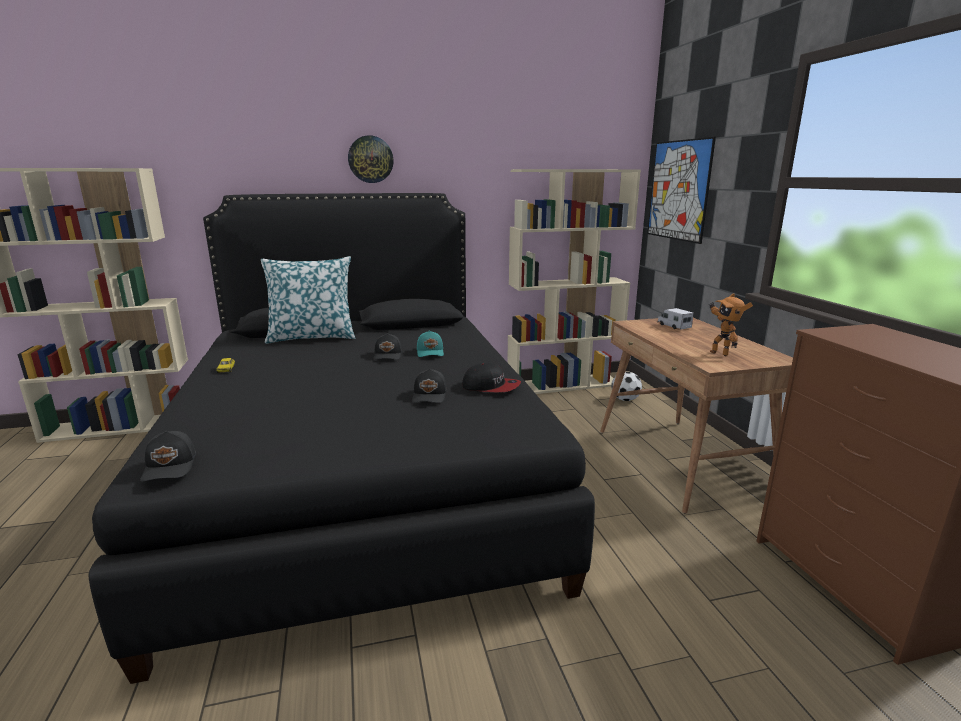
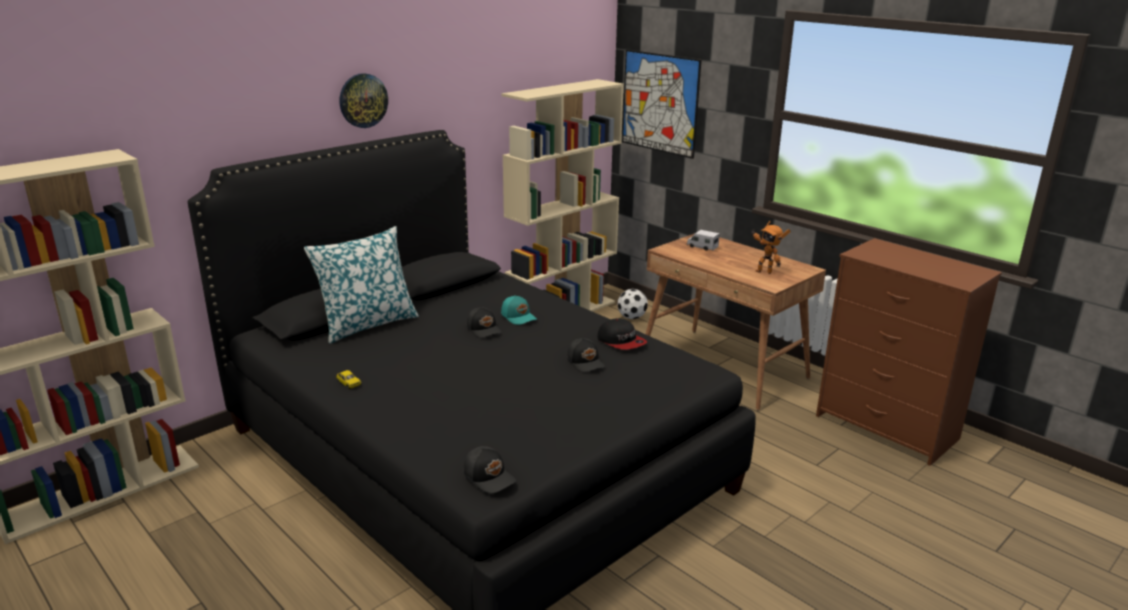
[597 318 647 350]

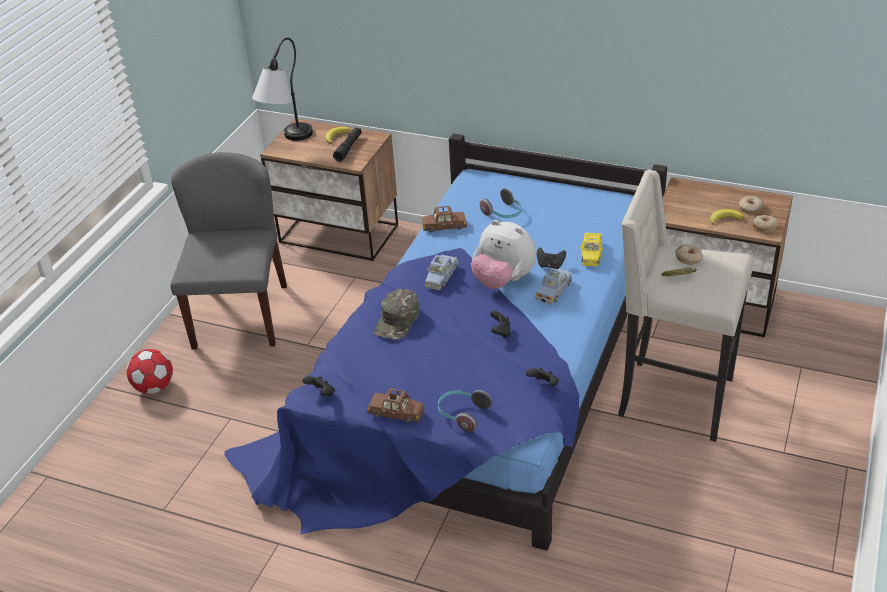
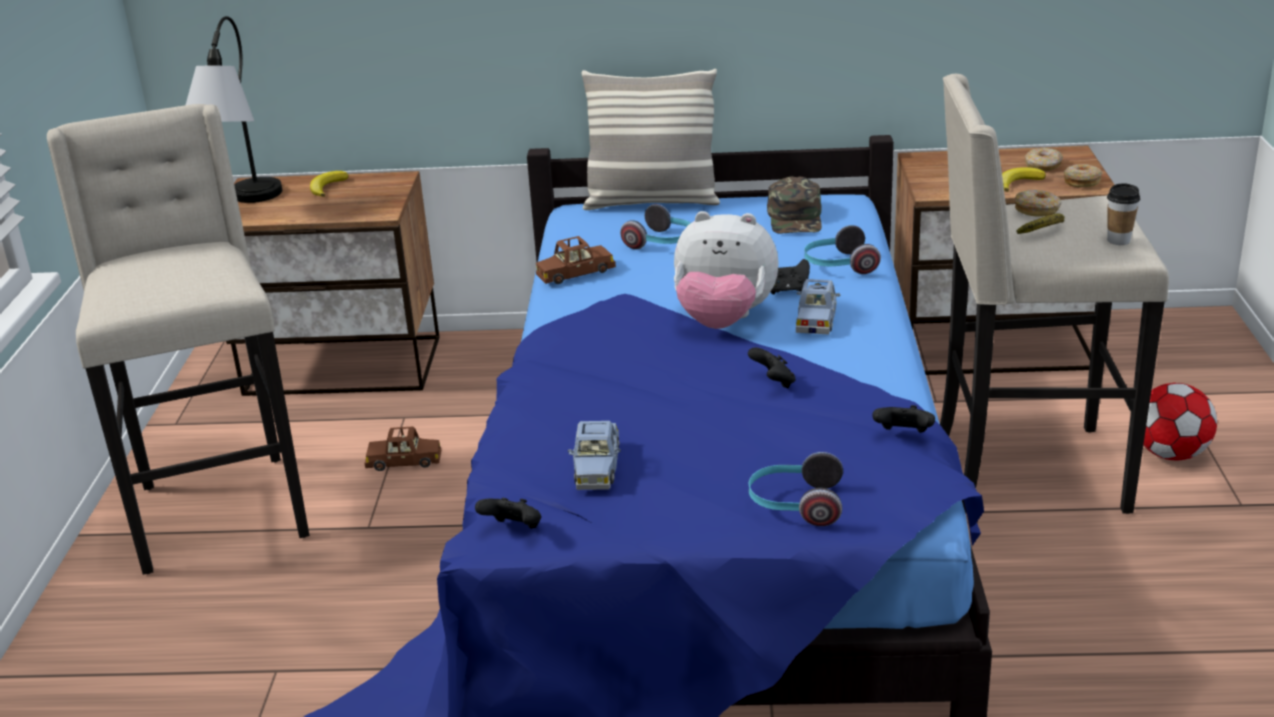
[333 127 362 162] (first image)
[47 104 310 575]
[804 225 881 274]
[568 421 621 490]
[767 176 822 234]
[1144 383 1217 460]
[365 427 441 471]
[582 69 720 210]
[1107 183 1140 245]

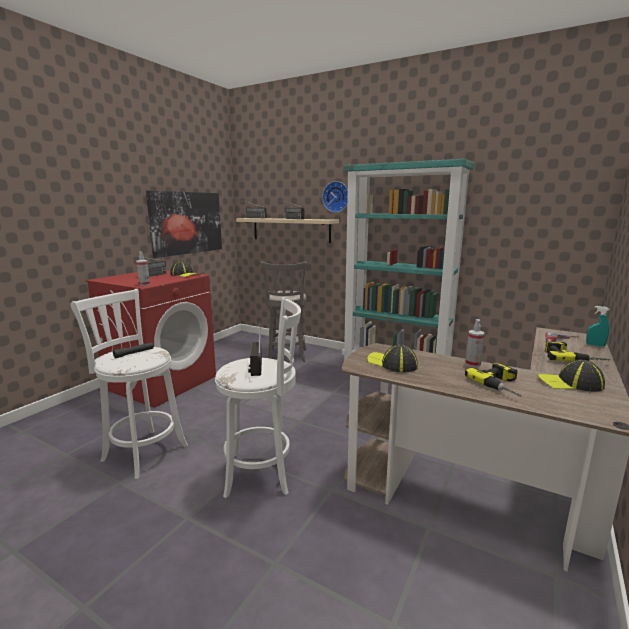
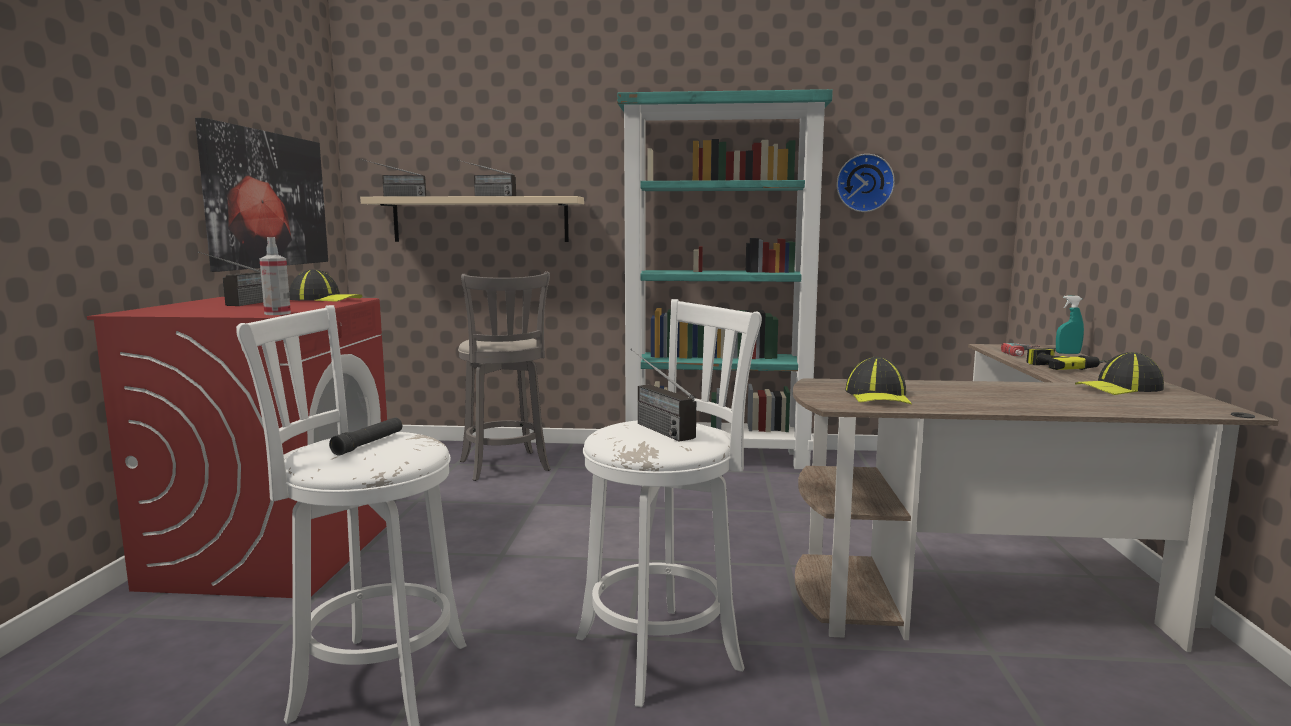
[837 154 895 212]
[465 319 485 367] (first image)
[845 357 912 405]
[465 363 522 397] (first image)

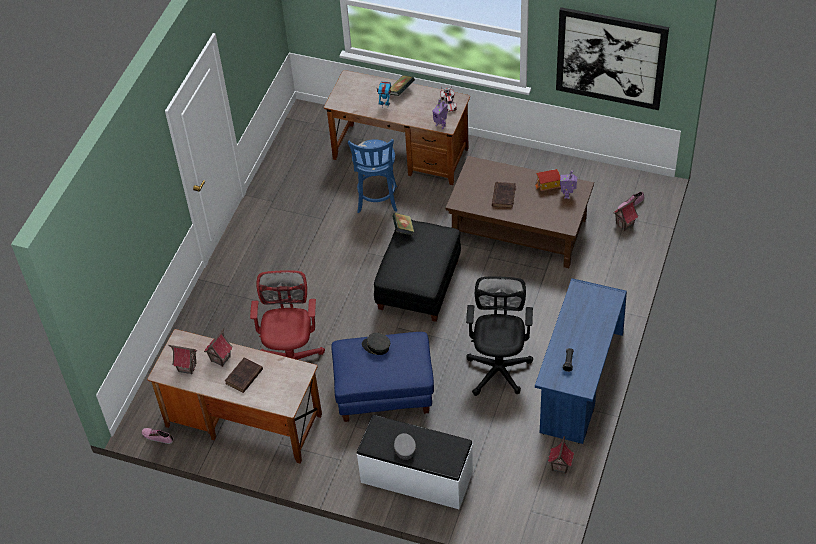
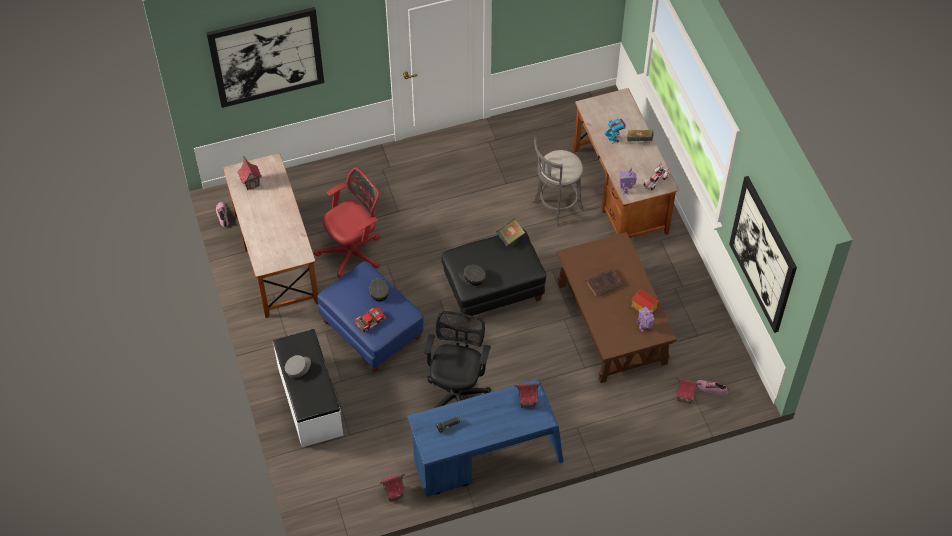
[533 137 584 227]
[424 311 491 408]
[514 382 542 408]
[225 358 263 393] (first image)
[206 7 324 108]
[459 264 486 286]
[353 307 386 332]

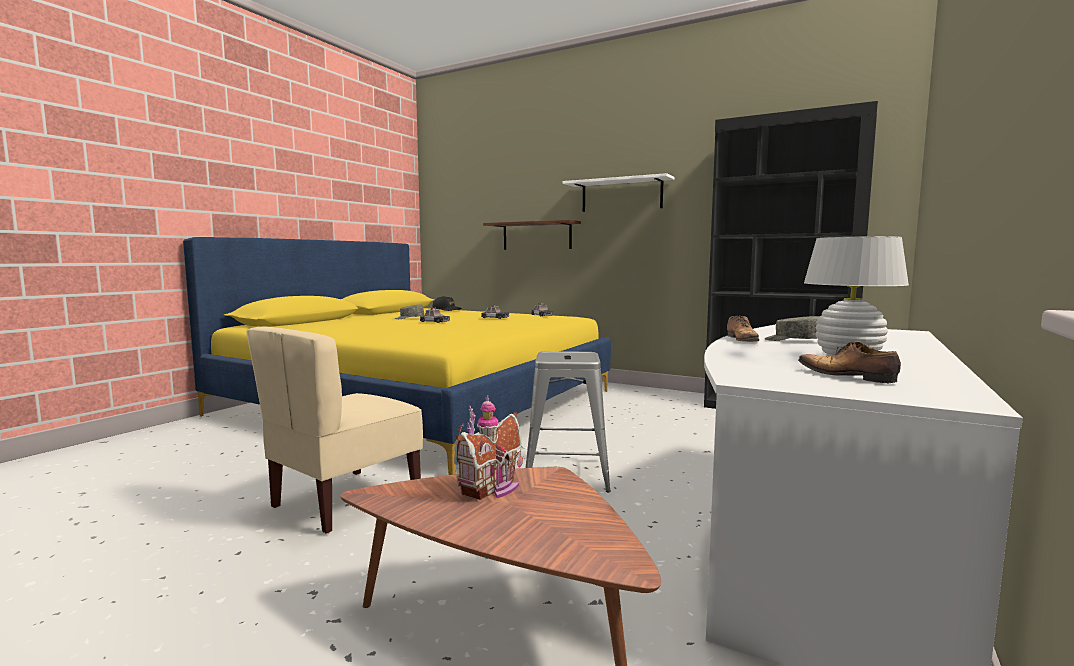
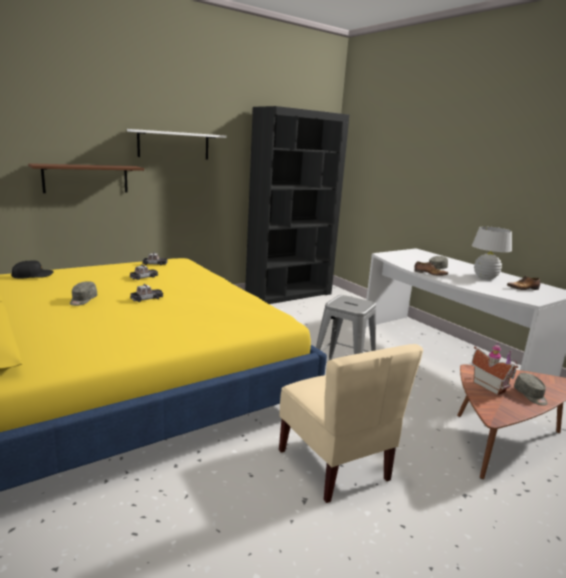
[514 373 548 405]

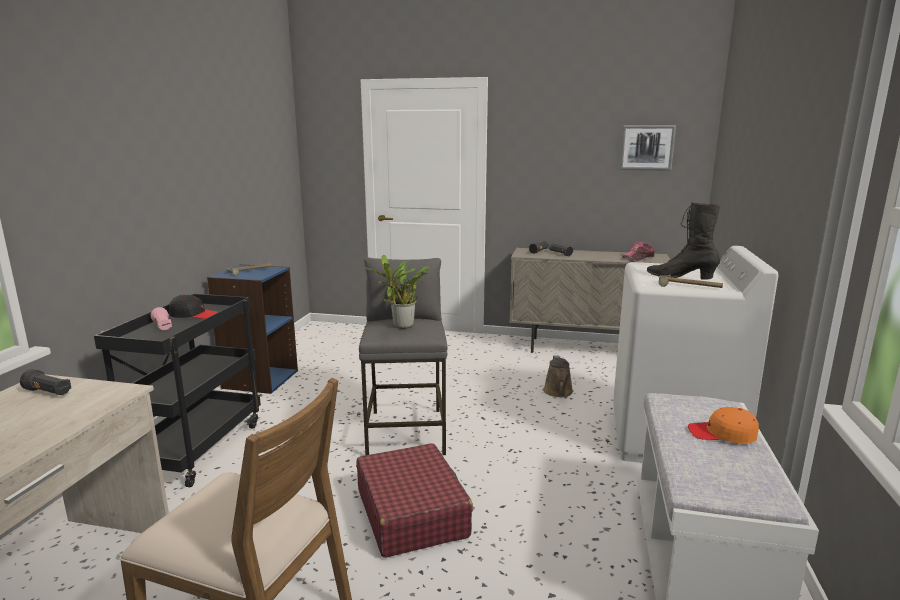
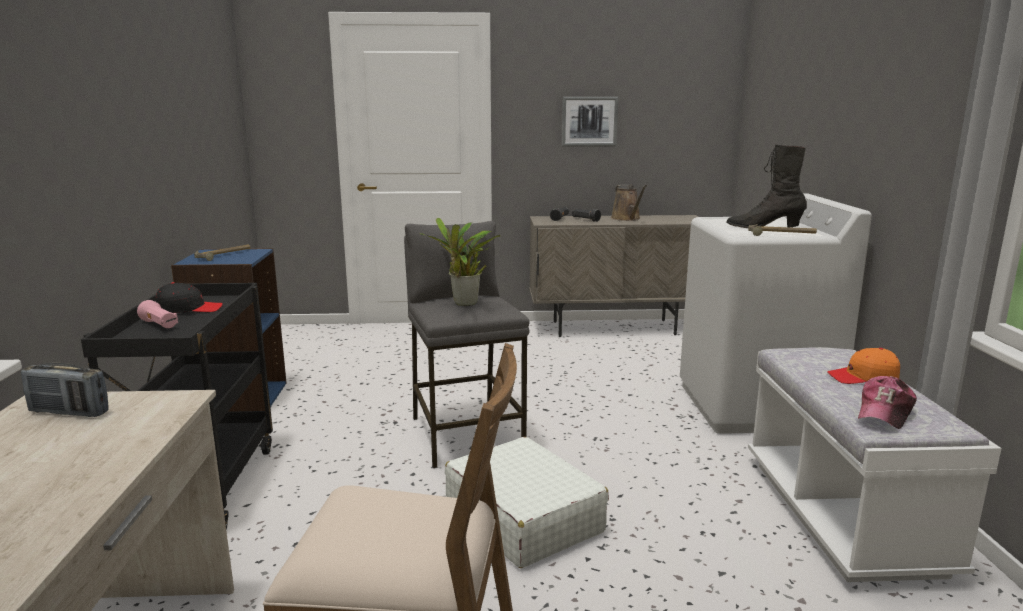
[562 97 619 147]
[858 376 917 429]
[611 184 647 221]
[21 363 109 417]
[445 437 609 568]

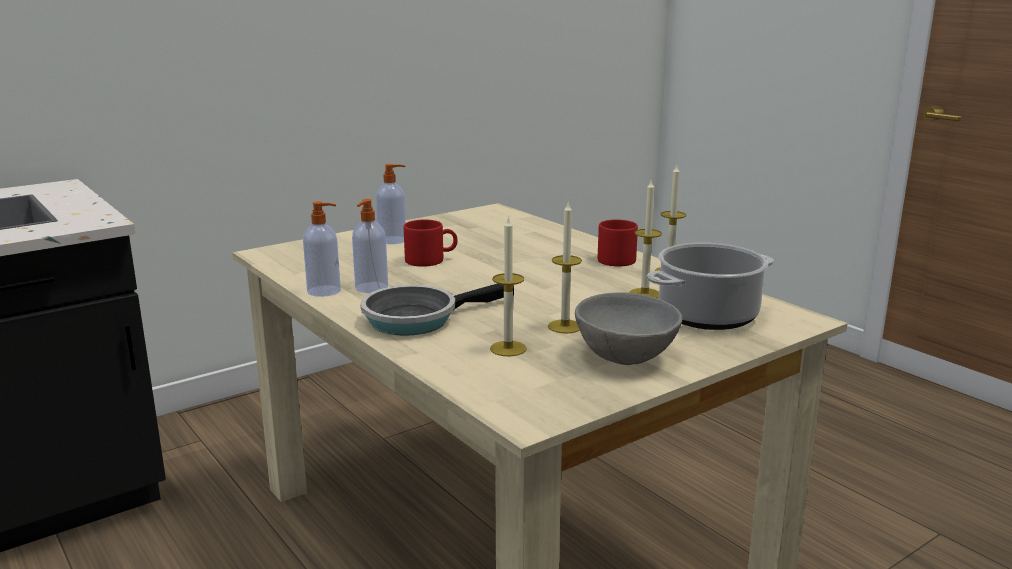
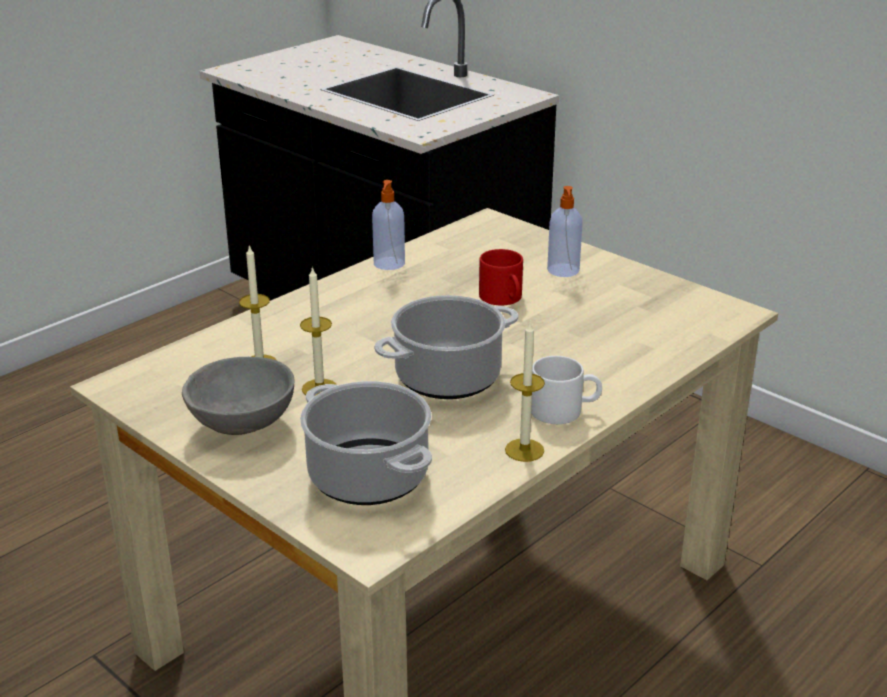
[629 180 662 298] (first image)
[352 199 388 293] (first image)
[531 356 602 424]
[360 284 514 336] (first image)
[374 295 519 399]

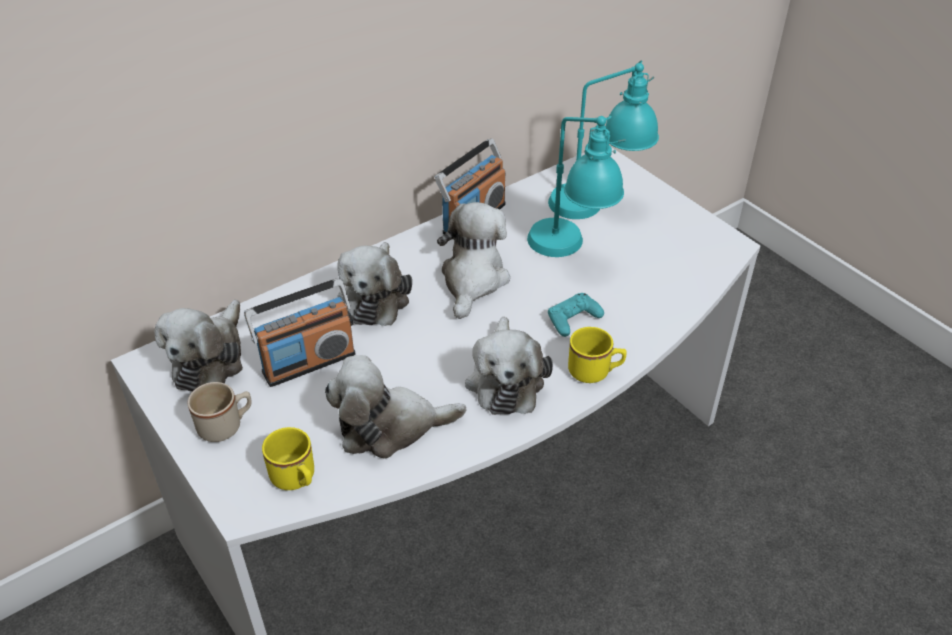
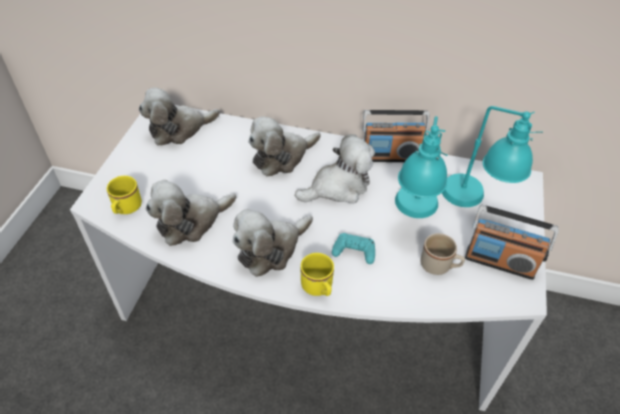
[465 205 559 280]
[146 180 236 246]
[420 233 465 275]

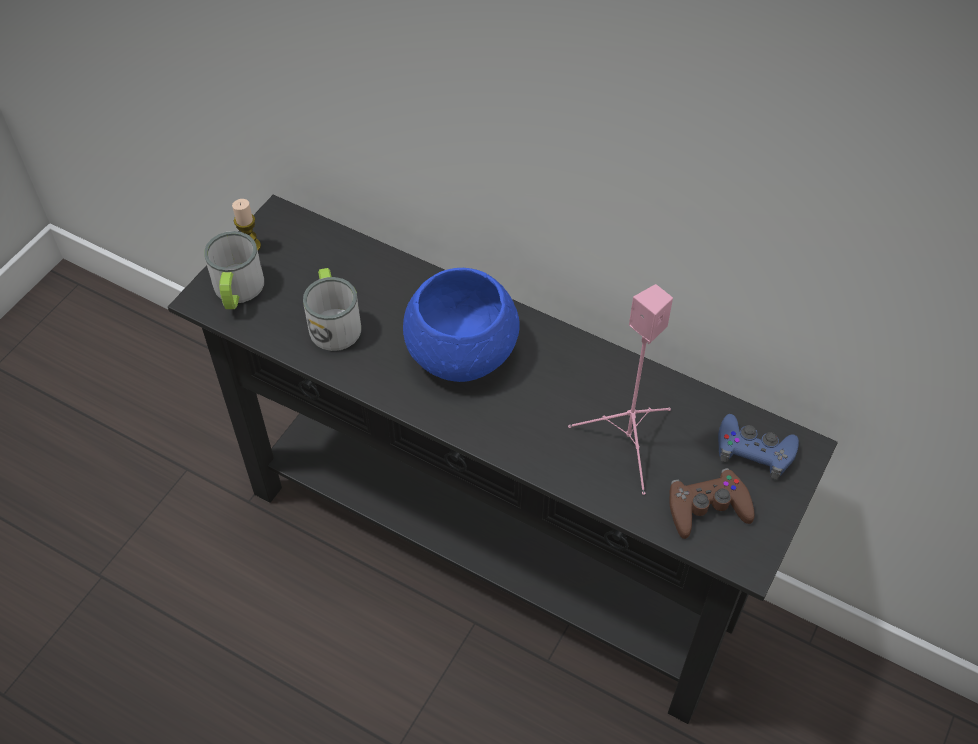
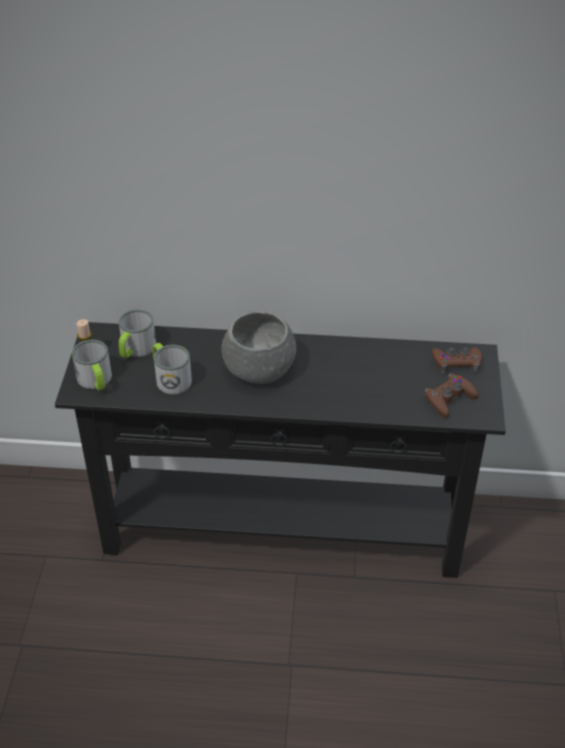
[221 311 296 384]
[568 284 673 495] (first image)
[432 347 482 374]
[119 309 156 358]

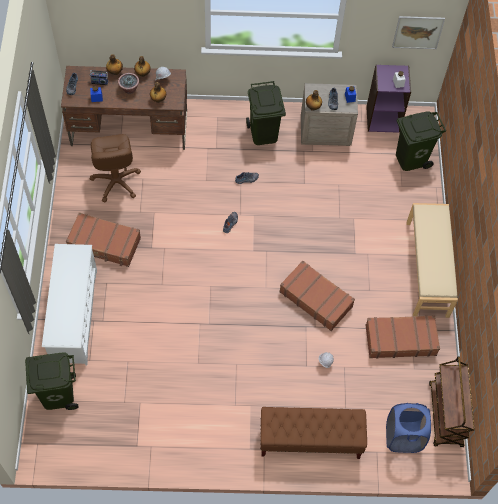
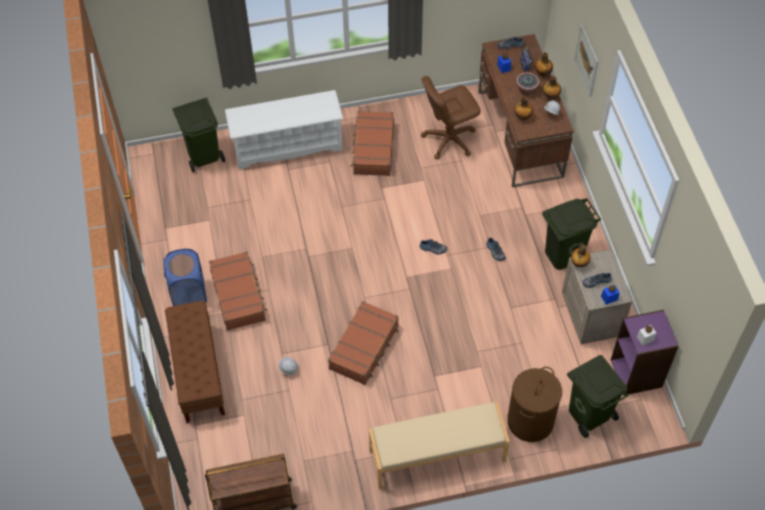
[574 25 598 97]
[209 251 267 331]
[163 249 207 306]
[507 367 562 442]

